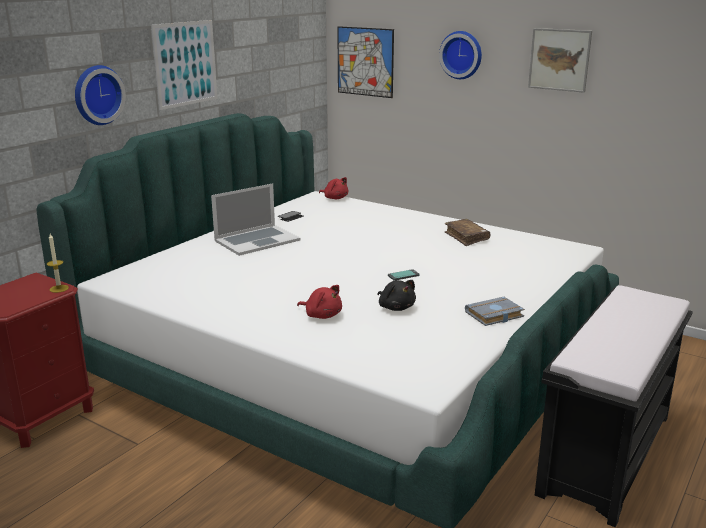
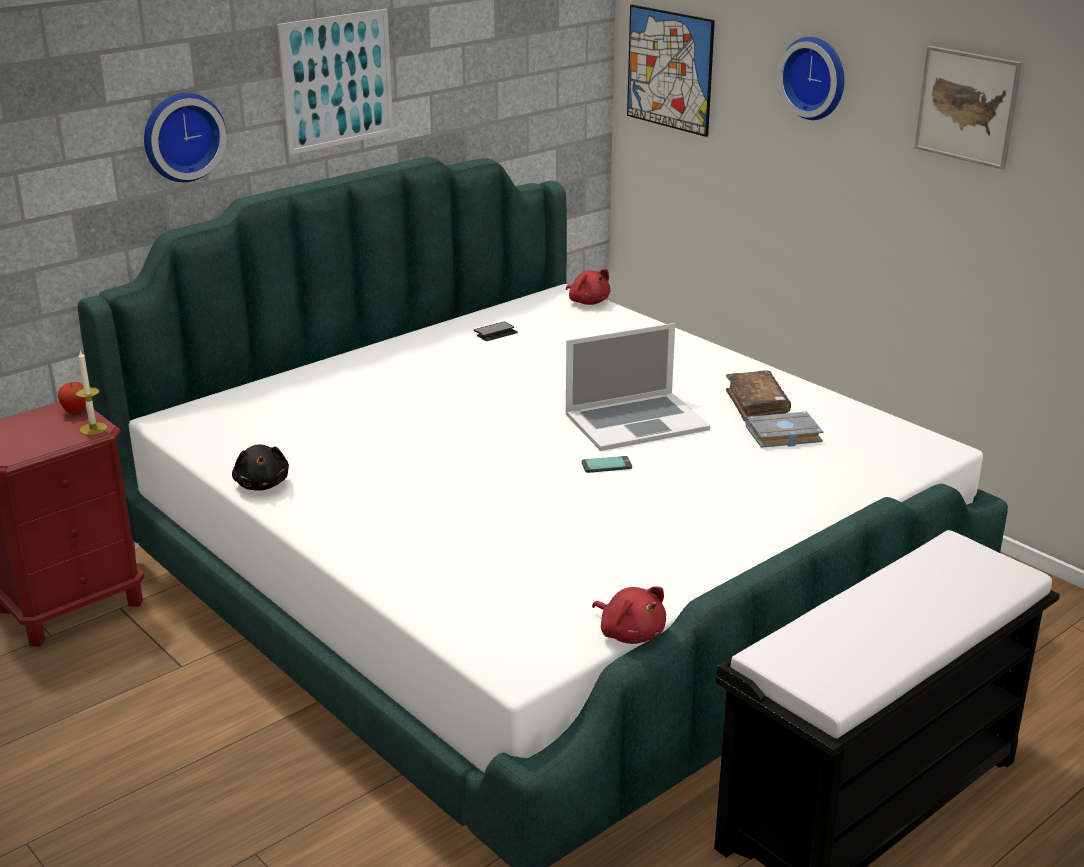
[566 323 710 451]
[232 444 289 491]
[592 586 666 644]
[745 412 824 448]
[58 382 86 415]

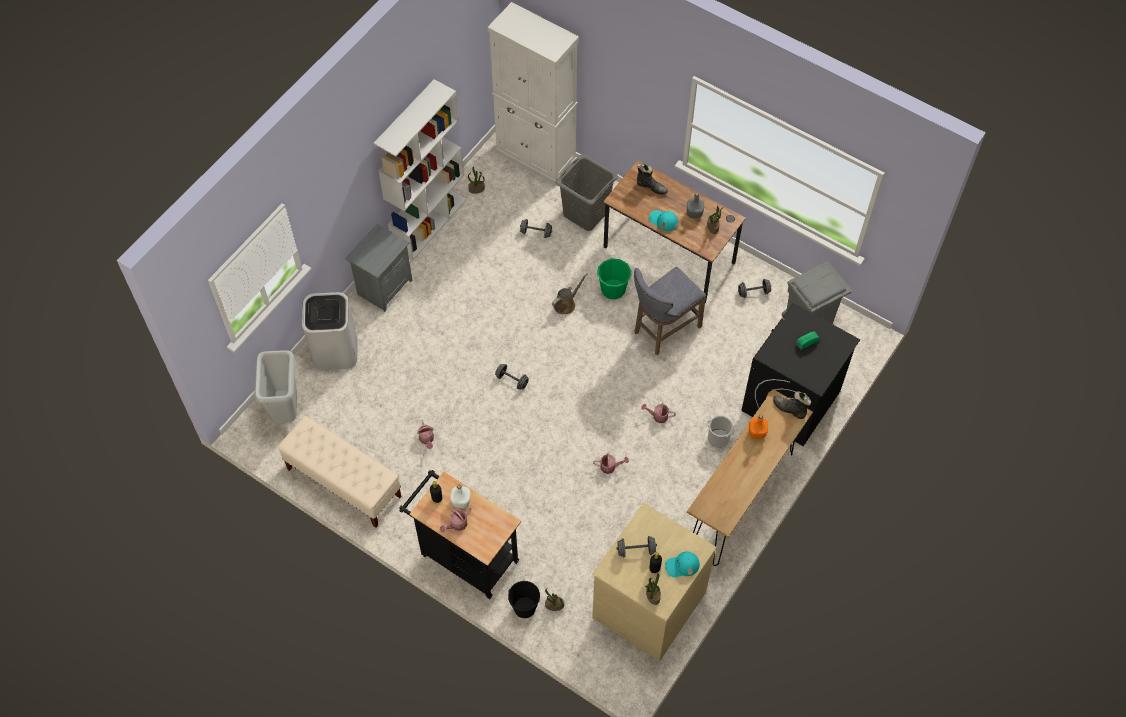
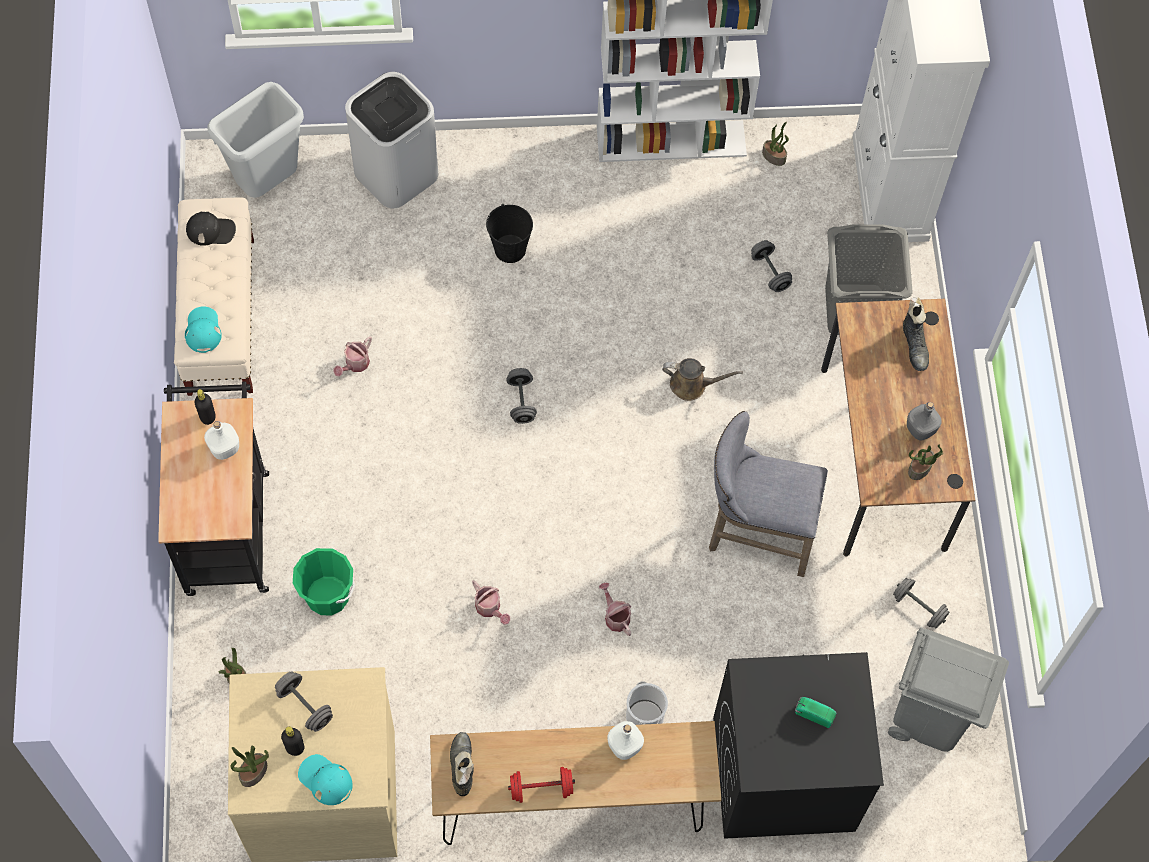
[185 306 222 353]
[345 224 412 312] (first image)
[293 548 355 615]
[450 732 474 796]
[607 721 644 760]
[440 508 471 533] (first image)
[486 204 533 263]
[186 211 236 246]
[508 767 575 803]

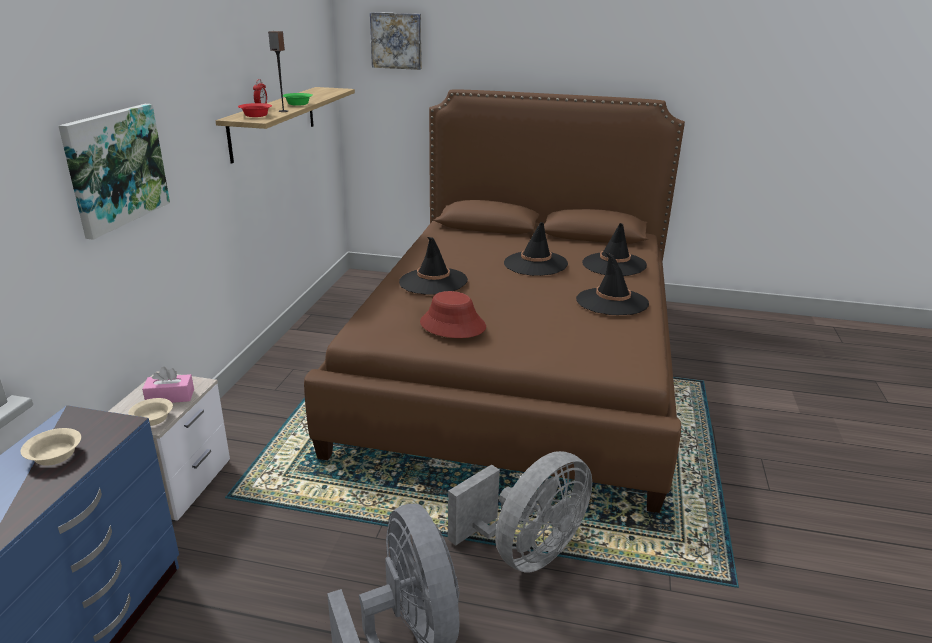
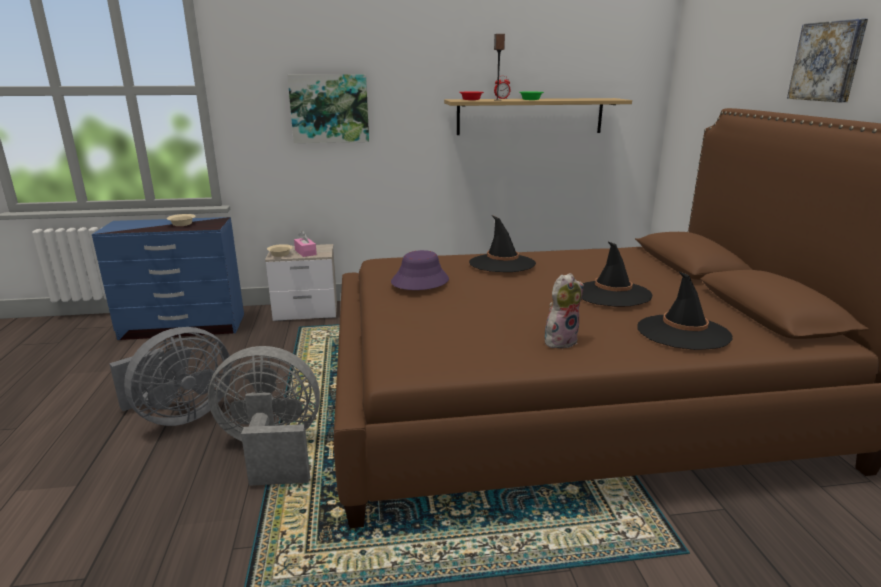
[787 19 868 102]
[544 273 584 348]
[391 250 449 290]
[208 346 320 486]

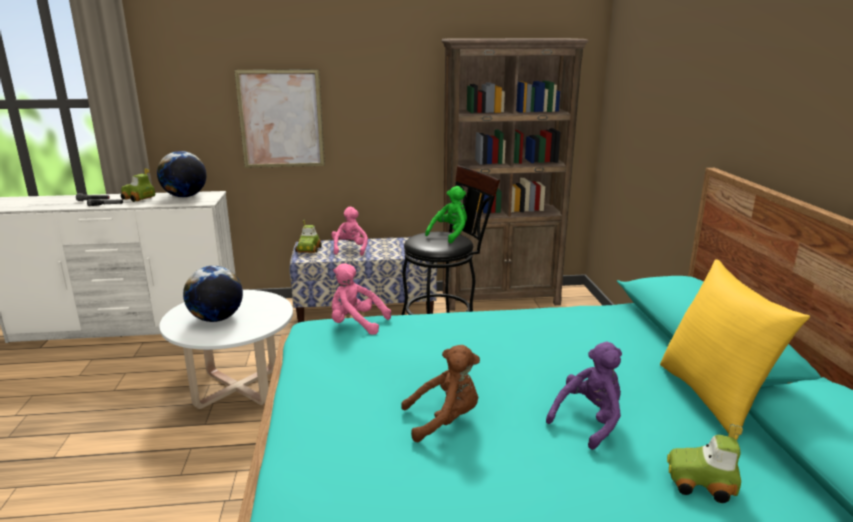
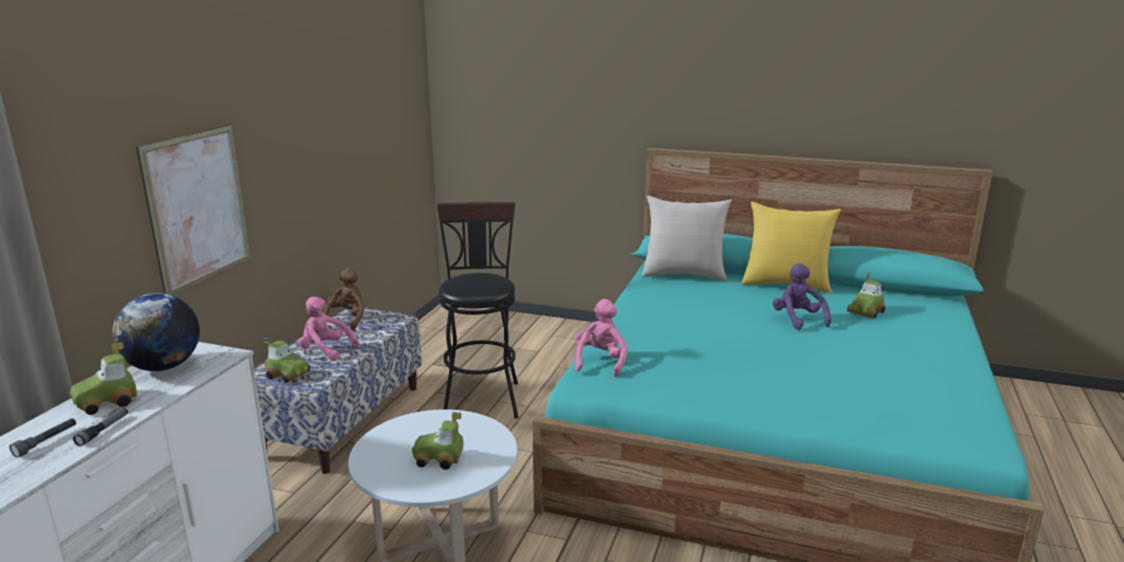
[441 38 588 311] (first image)
[425 186 467 244] (first image)
[575 299 628 377]
[412 412 463 470]
[324 268 365 330]
[642 196 732 282]

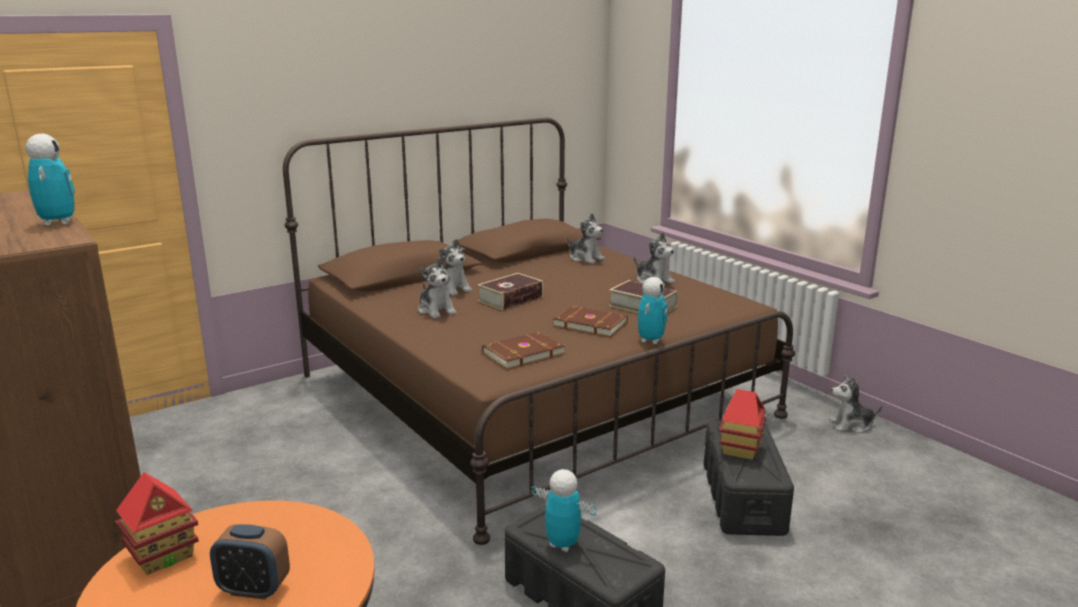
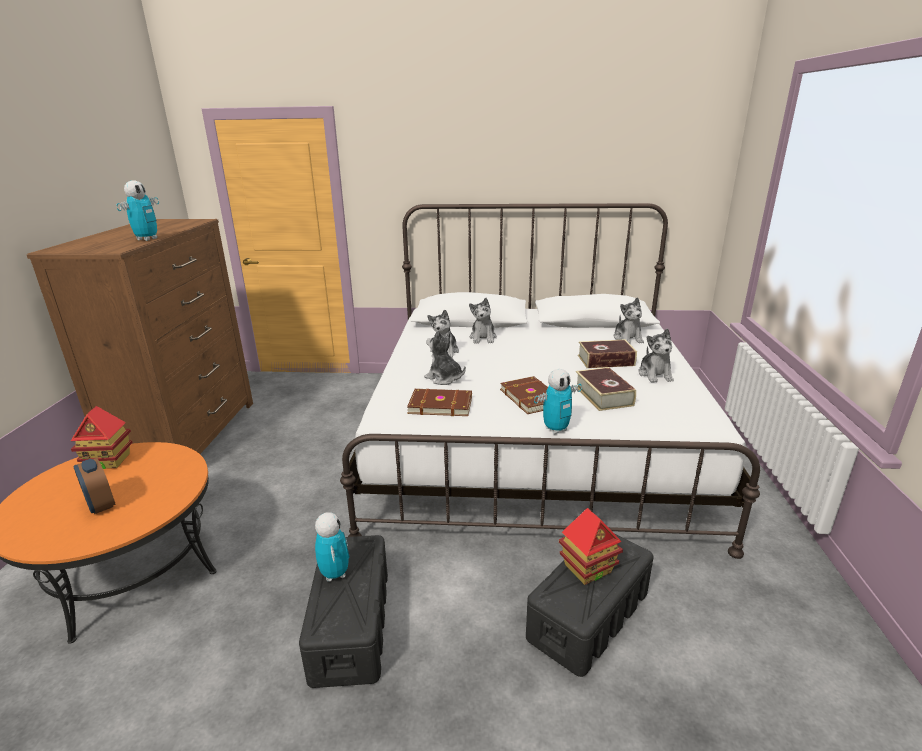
[340 203 760 559]
[578 339 637 368]
[424 330 466 385]

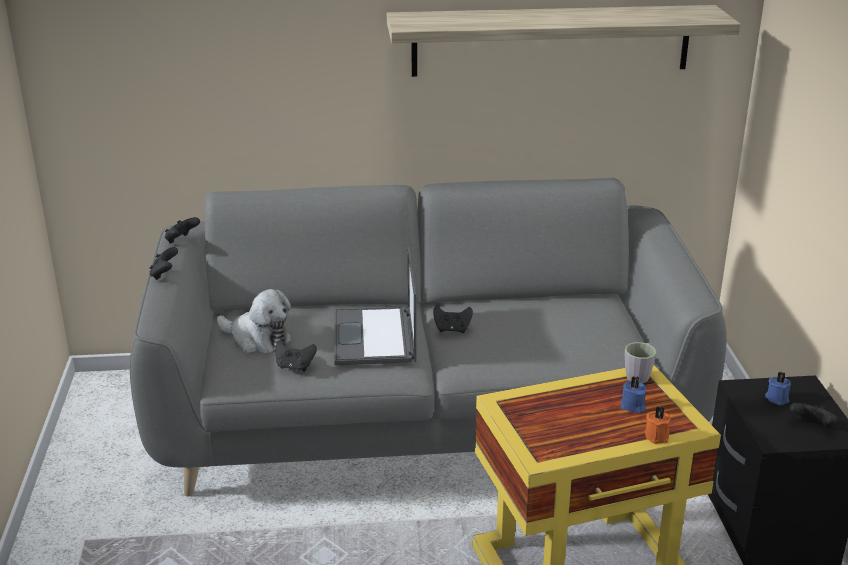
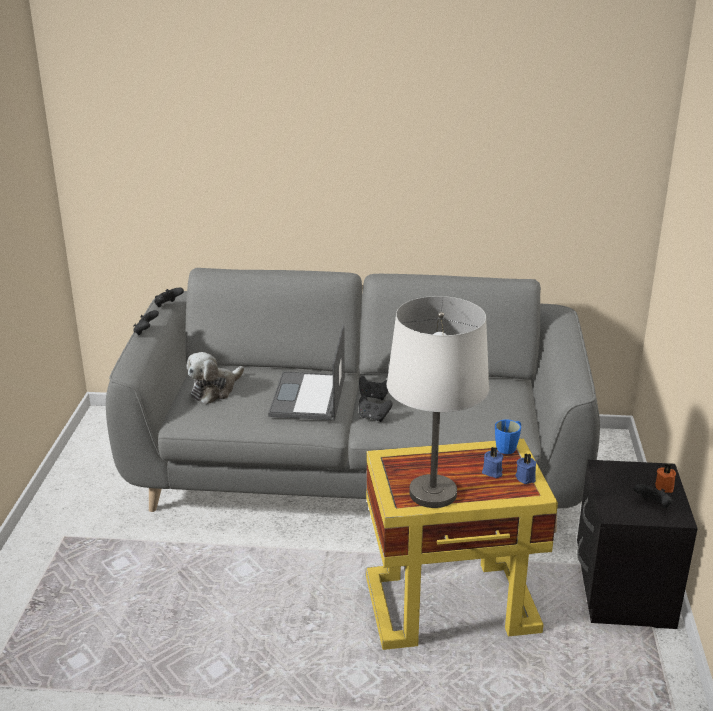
[387 5 741 77] (first image)
[187 352 244 404]
[359 395 392 422]
[495 419 521 454]
[516 453 536 484]
[655 463 676 493]
[387 296 489 508]

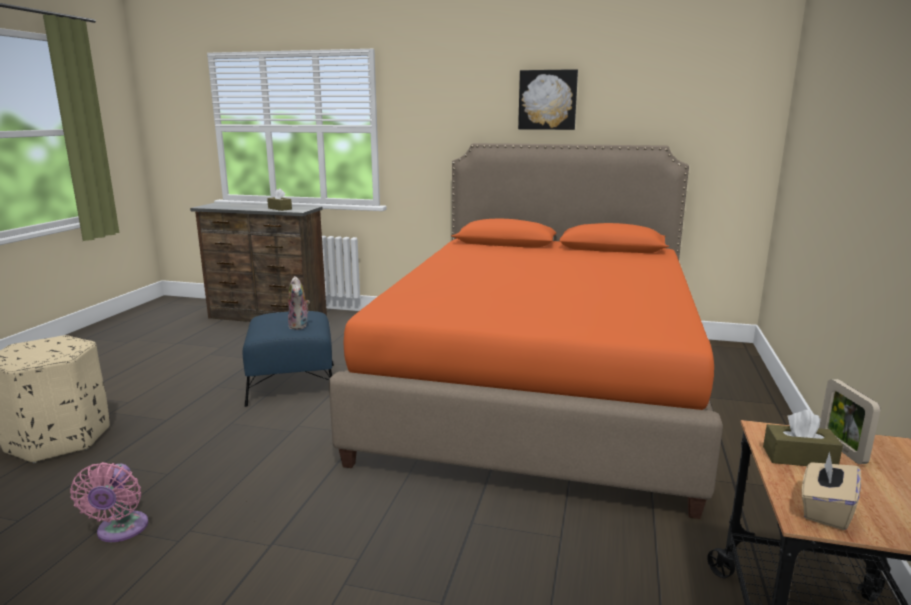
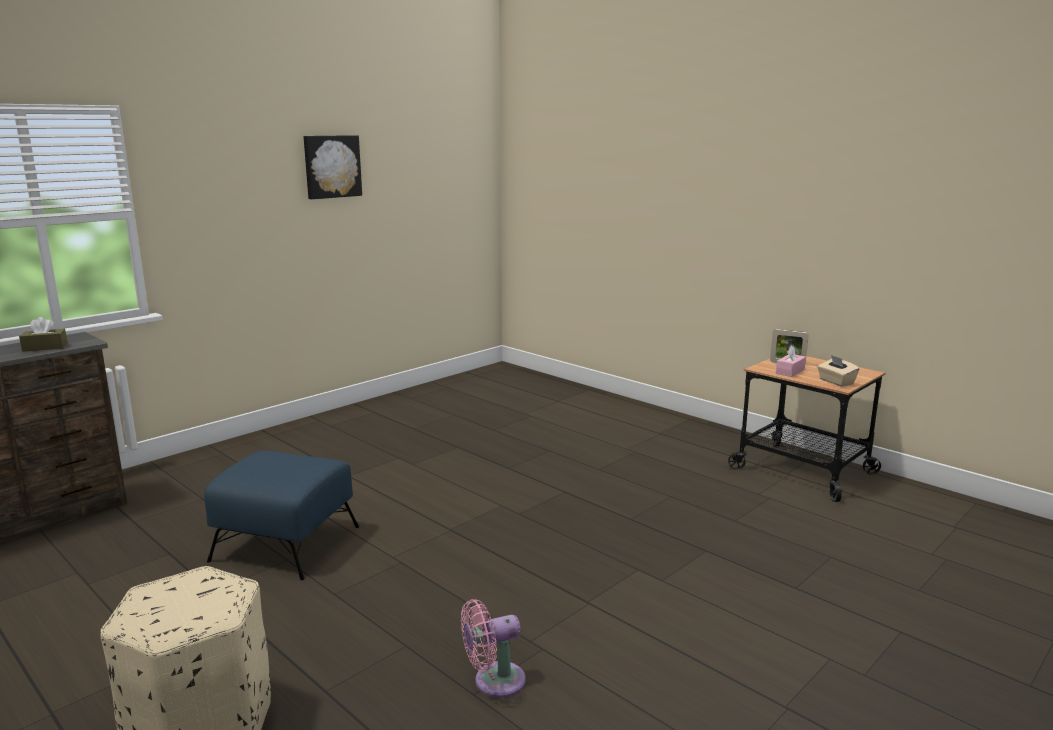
[329 143 723 519] (first image)
[288 276 310 330] (first image)
[776 345 806 377]
[461 599 526 698]

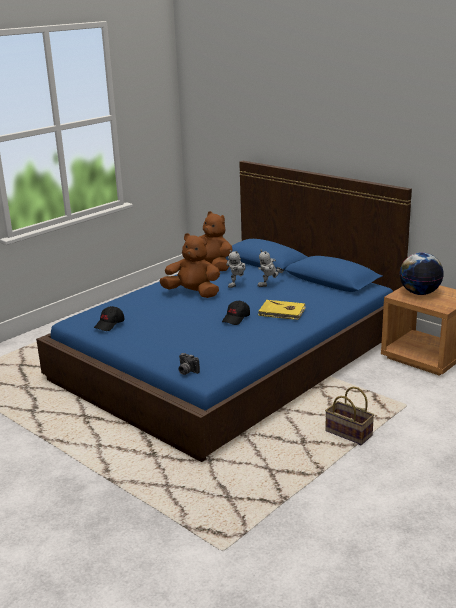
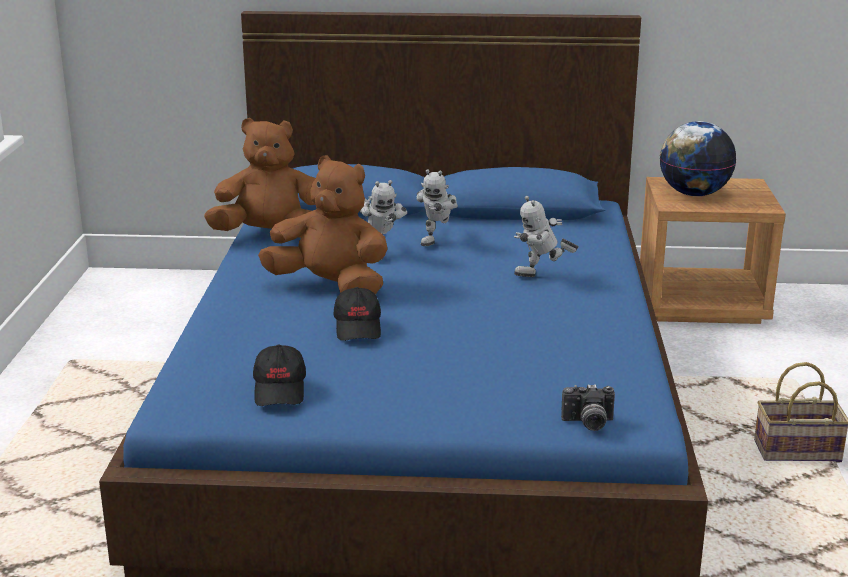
[258 155 388 294]
[334 287 381 341]
[514 196 579 277]

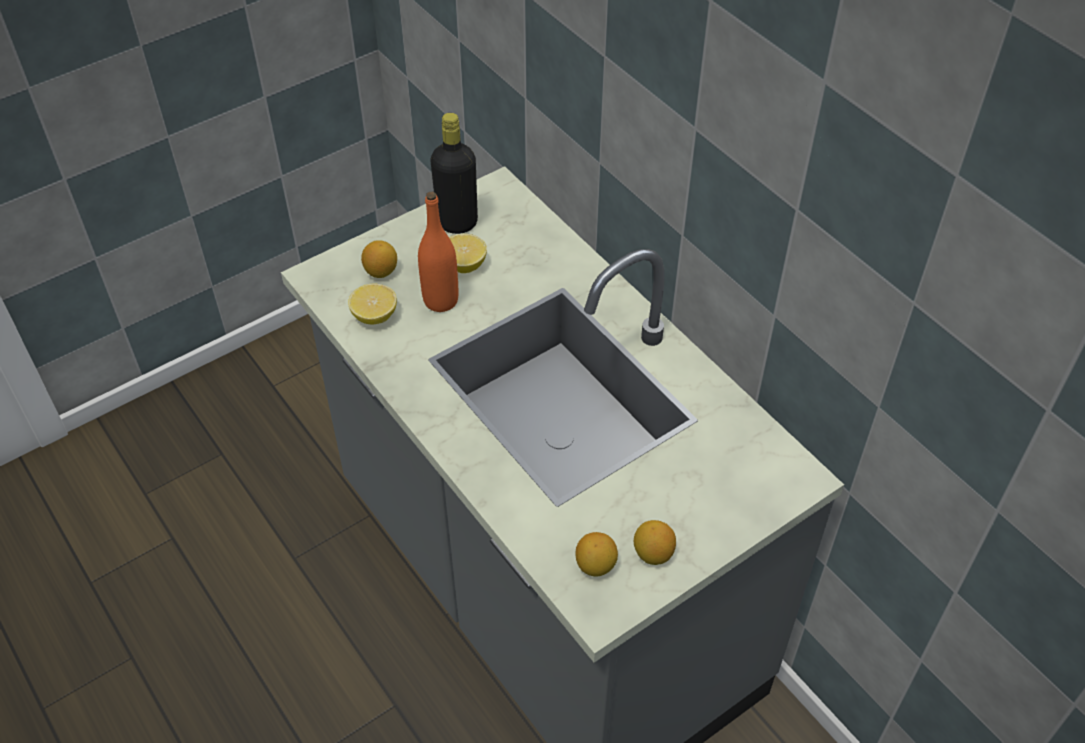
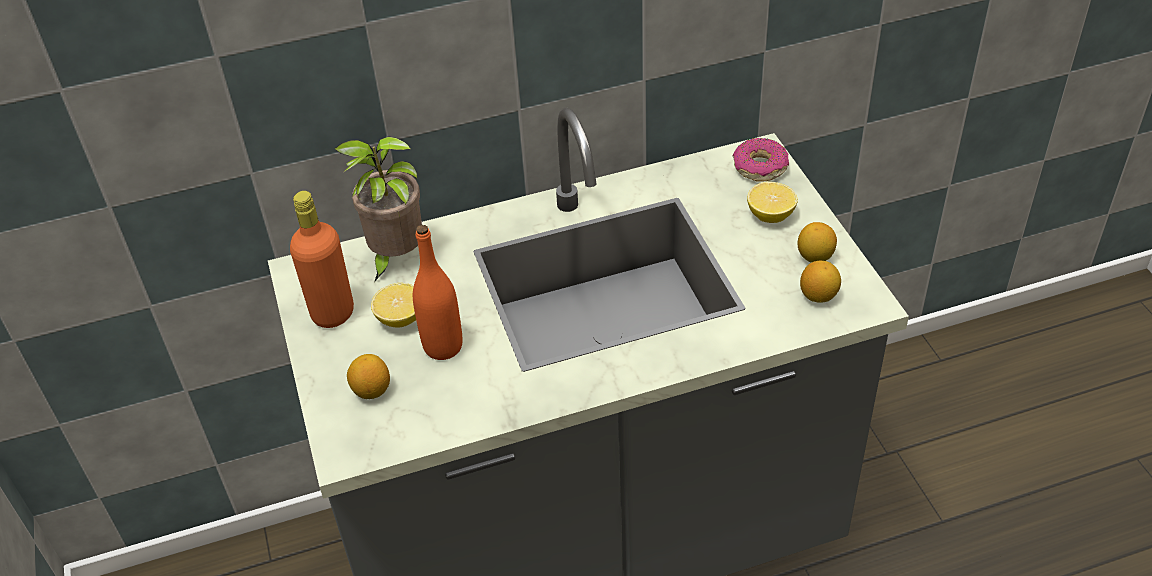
[290 191 354 328]
[747 182 798 223]
[334 136 422 281]
[733 138 789 182]

